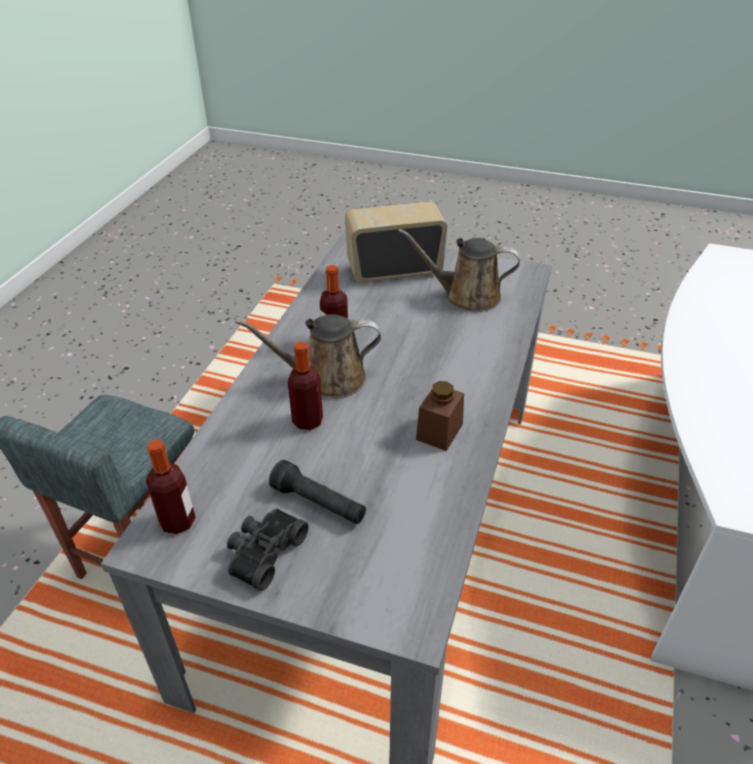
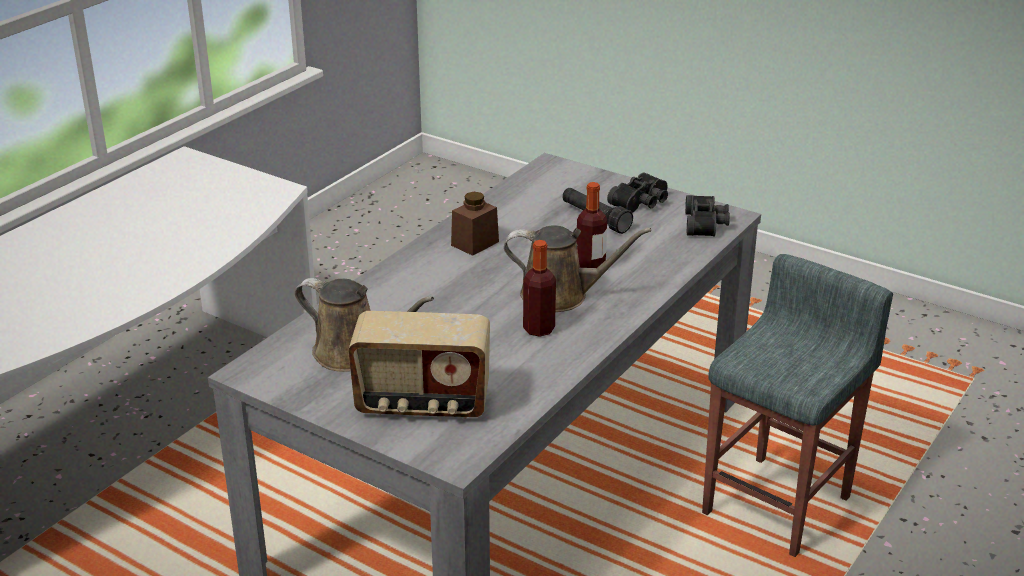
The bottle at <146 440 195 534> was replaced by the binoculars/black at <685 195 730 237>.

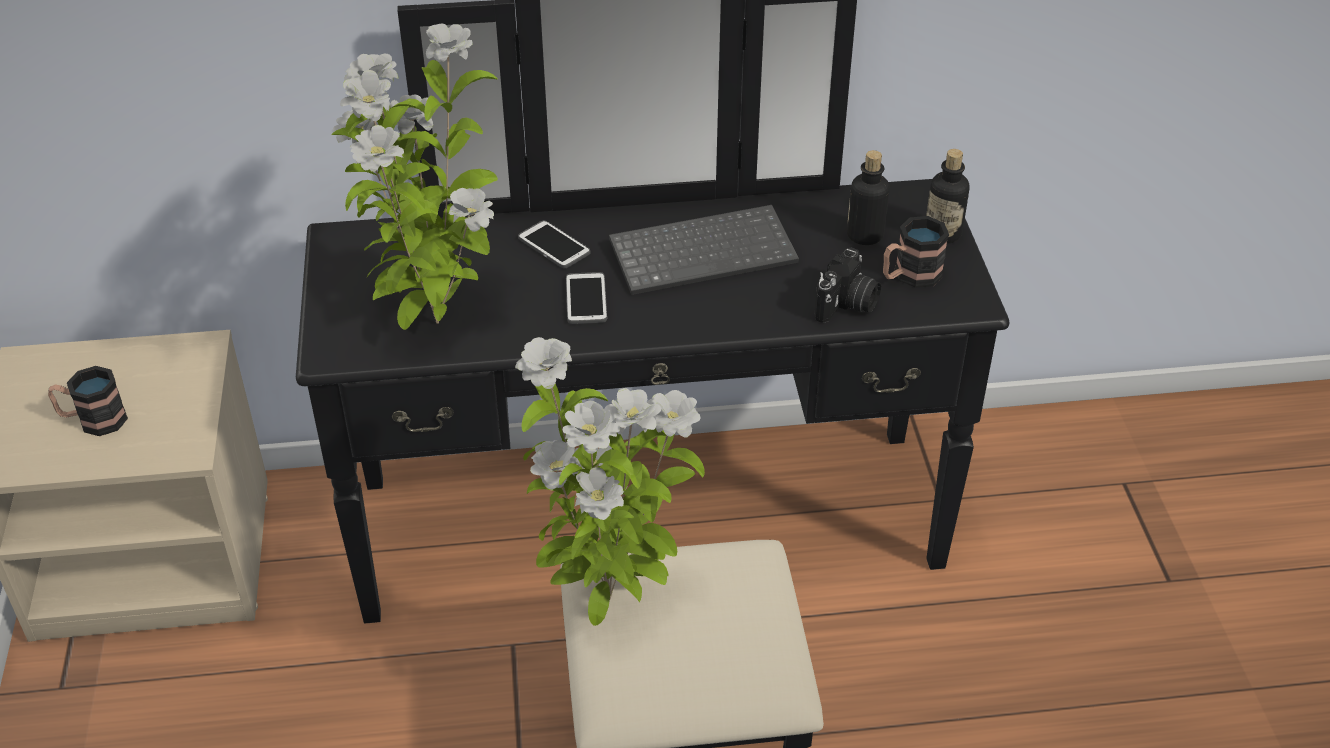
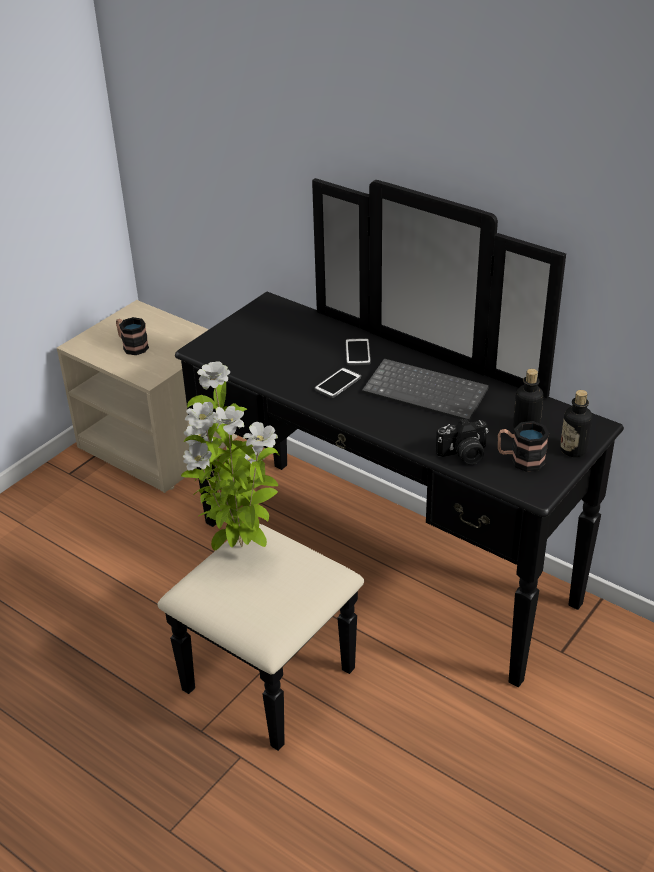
The potted plant at <331 23 498 330> disappeared.

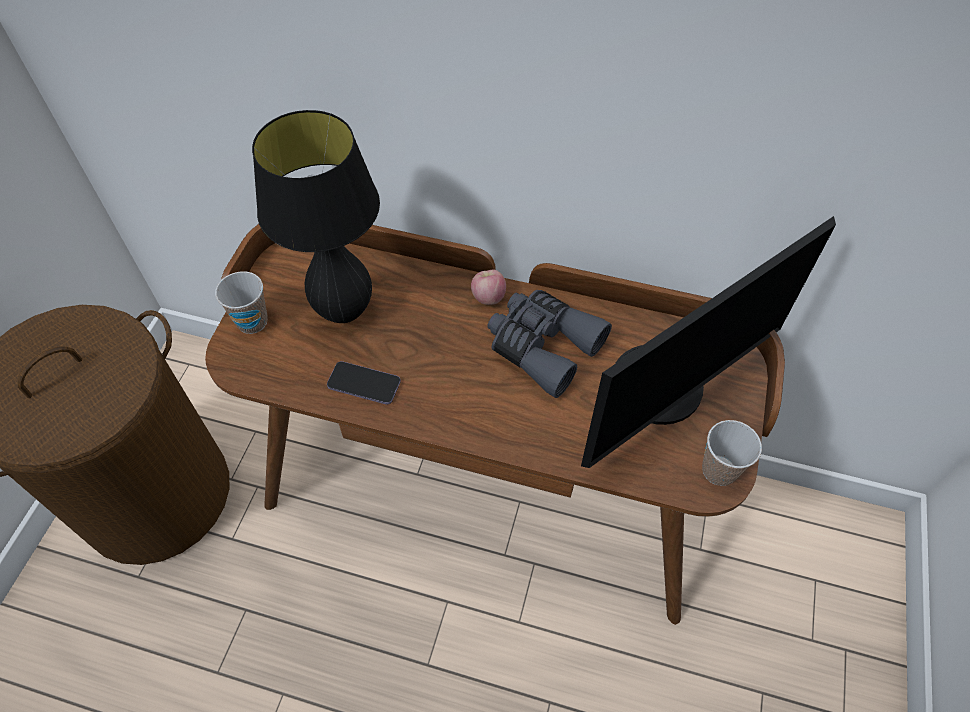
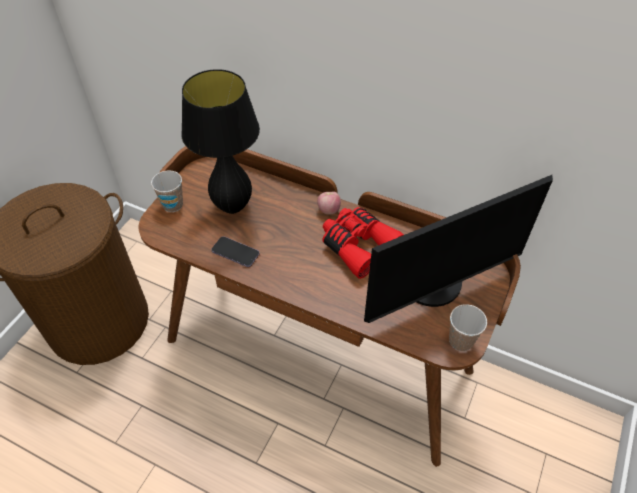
The binoculars/grey at <487 290 612 398> became the binoculars/red at <322 207 404 279>.

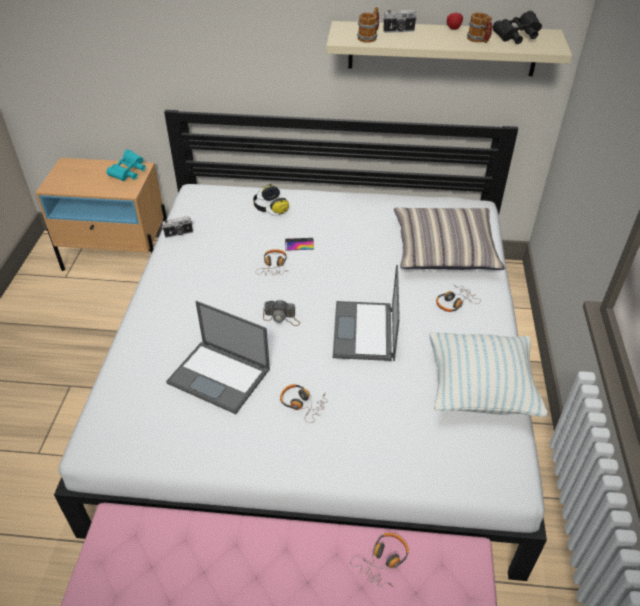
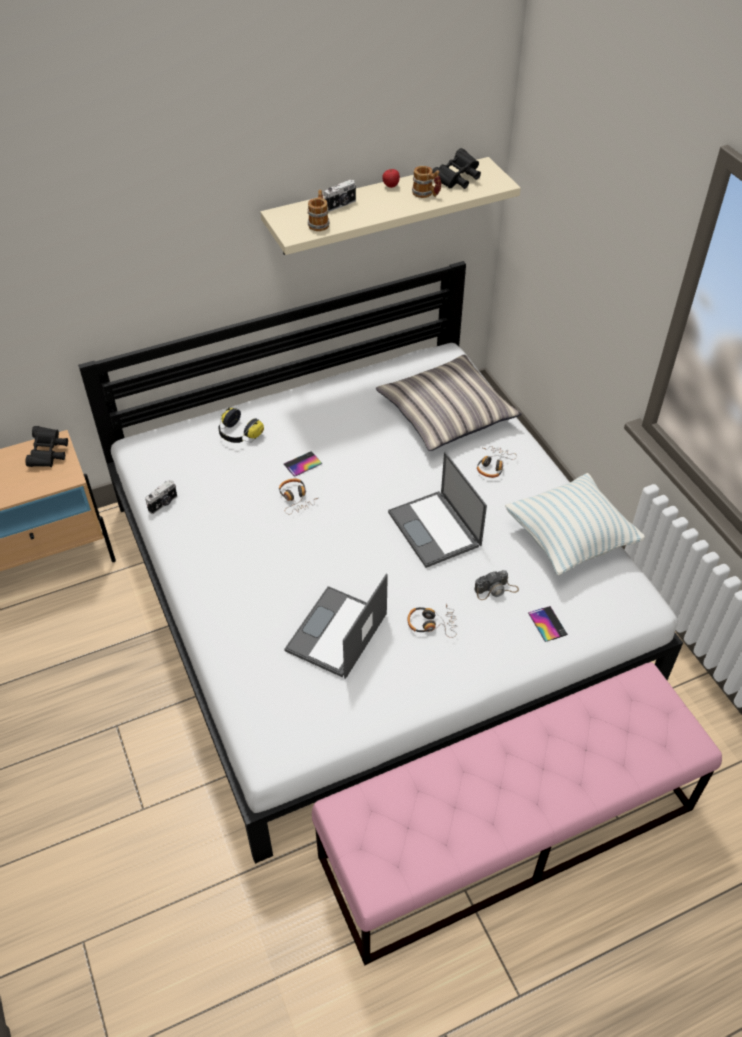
The binoculars/turquoise at <107 150 146 181> became the binoculars/black at <26 426 68 467>.
The photo camera moved from <263 300 300 326> to <474 570 519 600>.
The laptop at <166 301 270 414> turned 120 degrees clockwise.
The headphones at <350 533 409 587> disappeared.
The phone at <528 606 568 642> appeared.

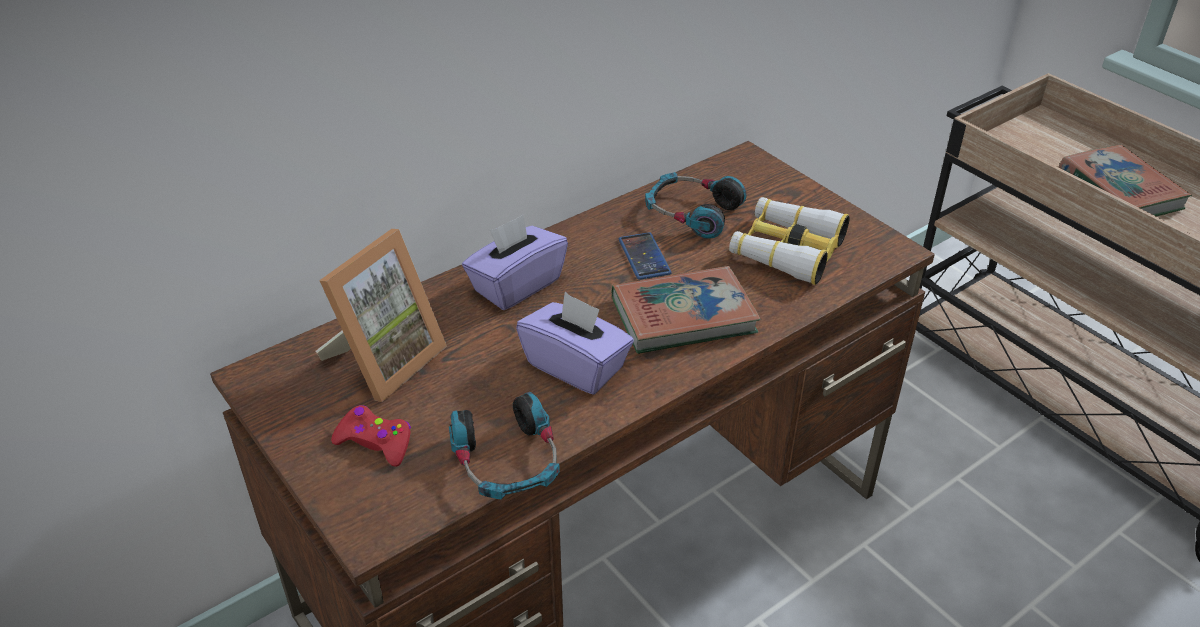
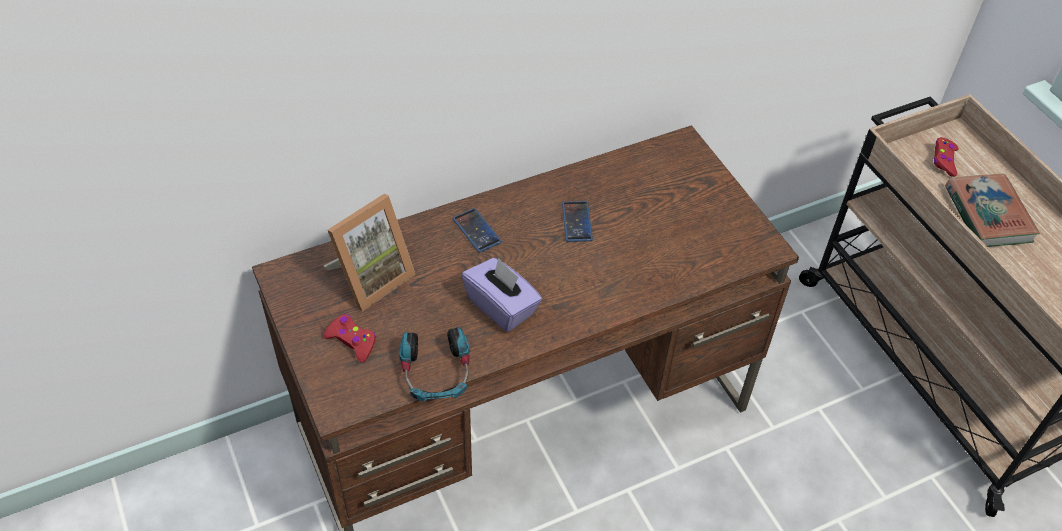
The headphones at <645 172 746 239> disappeared.
The binoculars at <729 197 849 285> disappeared.
The tissue box/purple at <462 215 568 310> was replaced by the phone at <453 208 502 253>.
The book at <612 266 760 354> disappeared.
The game controller/red at <934 137 959 177> appeared.

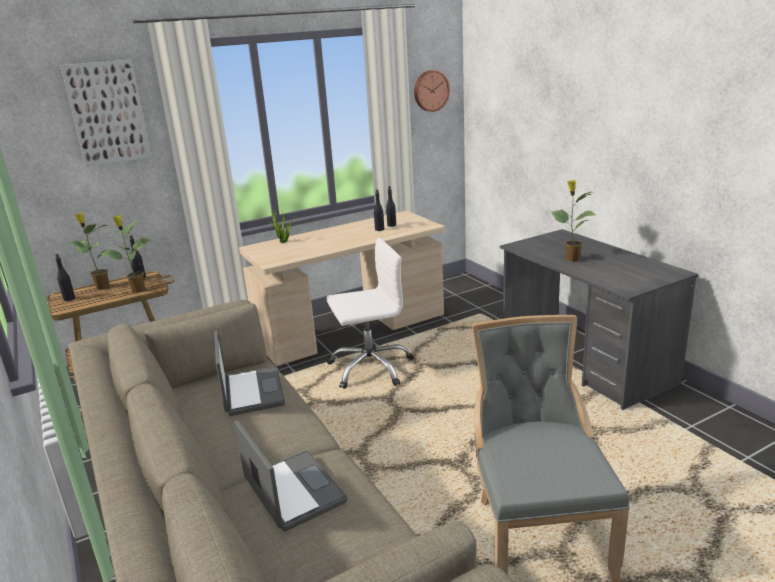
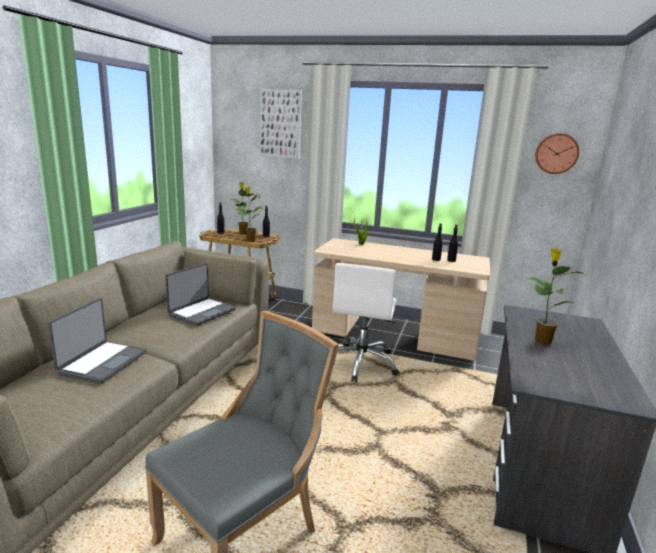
The office chair/white at <326 238 414 389> turned 75 degrees clockwise.

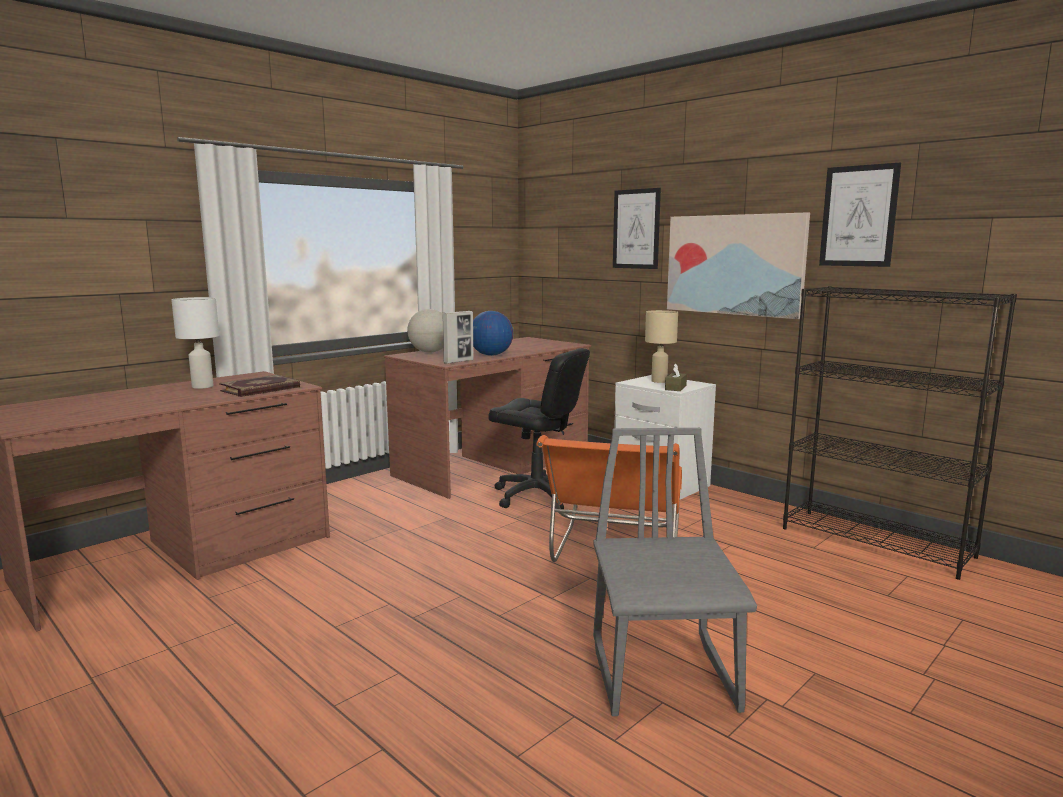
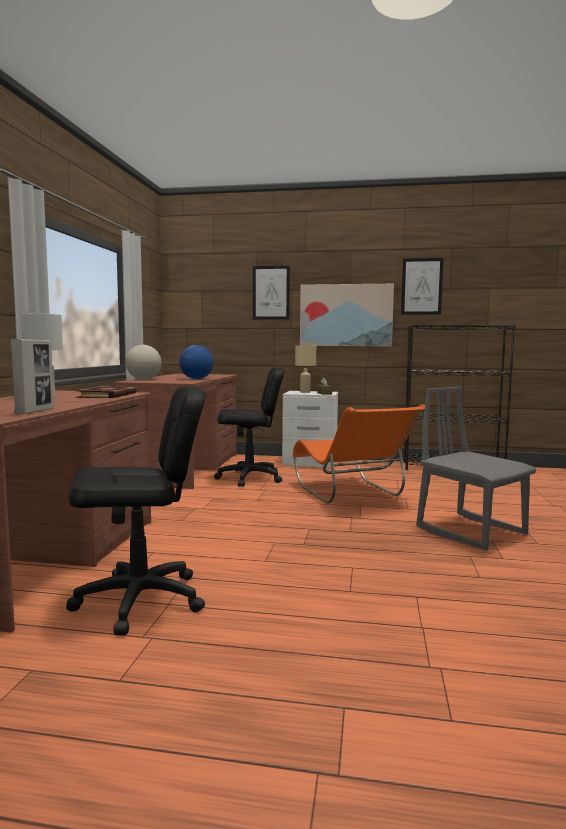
The picture frame moved from <442 311 474 364> to <11 339 54 414>.
The office chair/black at <66 386 206 635> appeared.

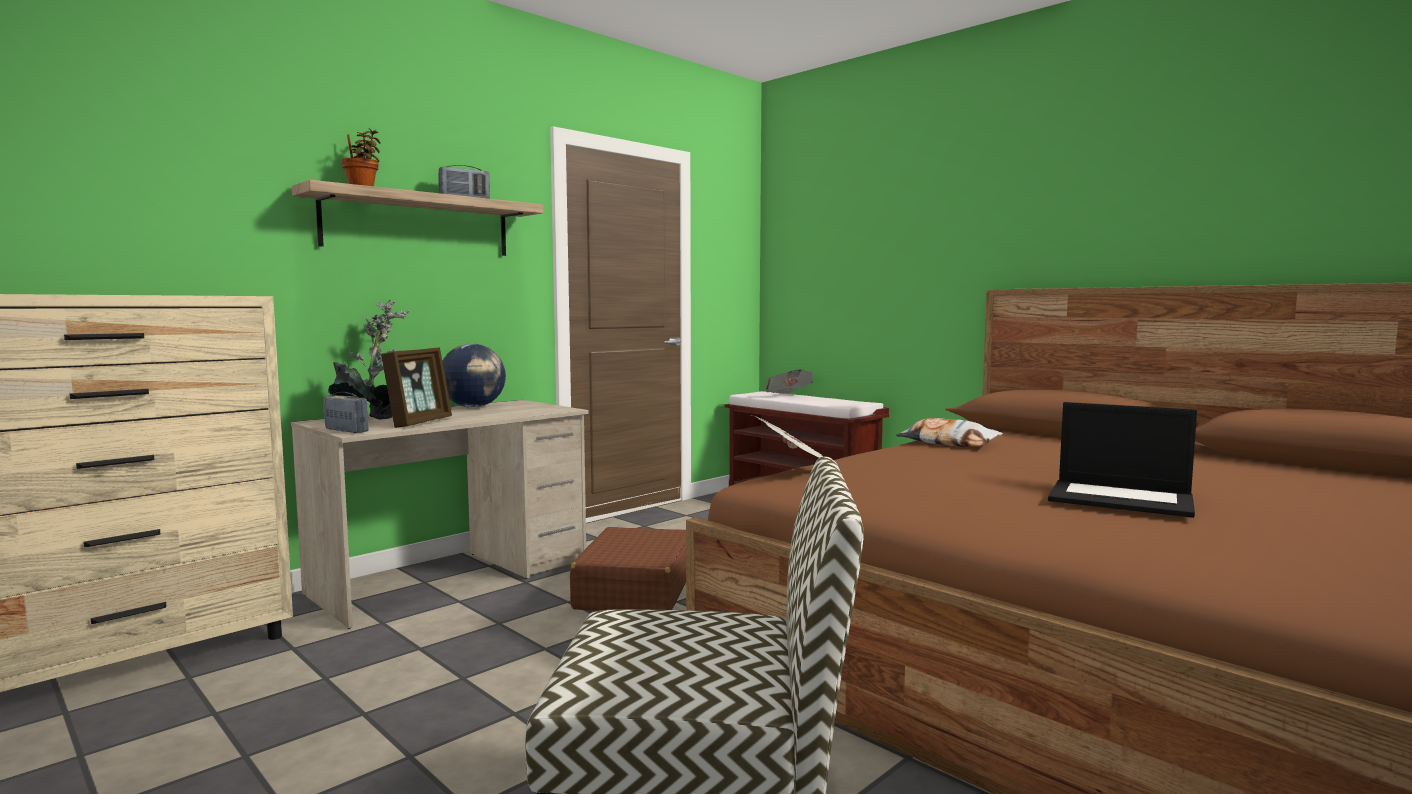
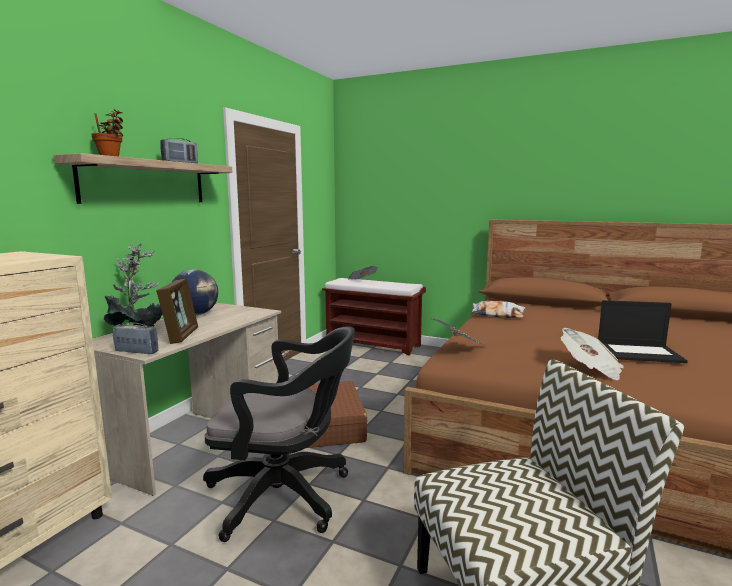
The office chair/black at <203 326 355 542> appeared.
The newspaper at <561 328 624 380> appeared.

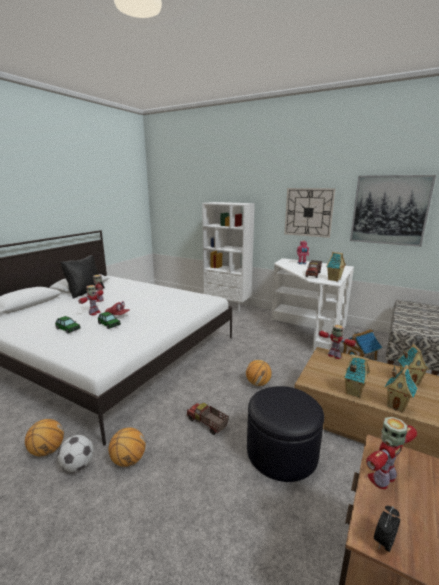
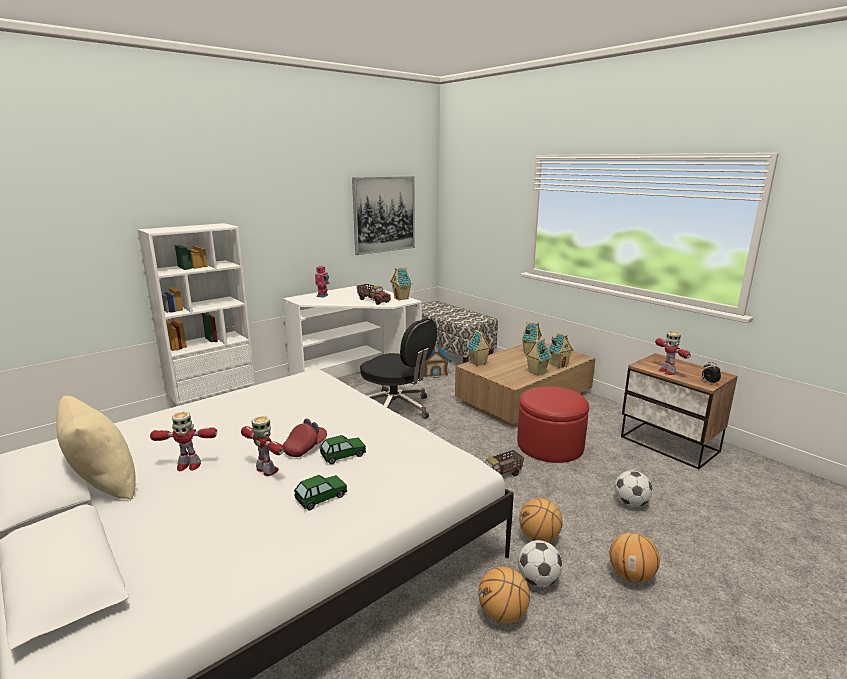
The wall clock at <284 188 335 238> disappeared.
The pillow/black at <60 255 105 299> became the pillow/beige at <56 396 136 501>.
The toy robot at <319 325 356 359> was replaced by the toy house at <467 330 491 366>.
The basketball moved from <246 360 272 386> to <609 532 660 583>.
The ottoman/black at <247 386 324 482> became the ottoman/red at <517 386 589 463>.
The office chair/black at <360 318 437 419> appeared.
The football at <615 471 653 507> appeared.

